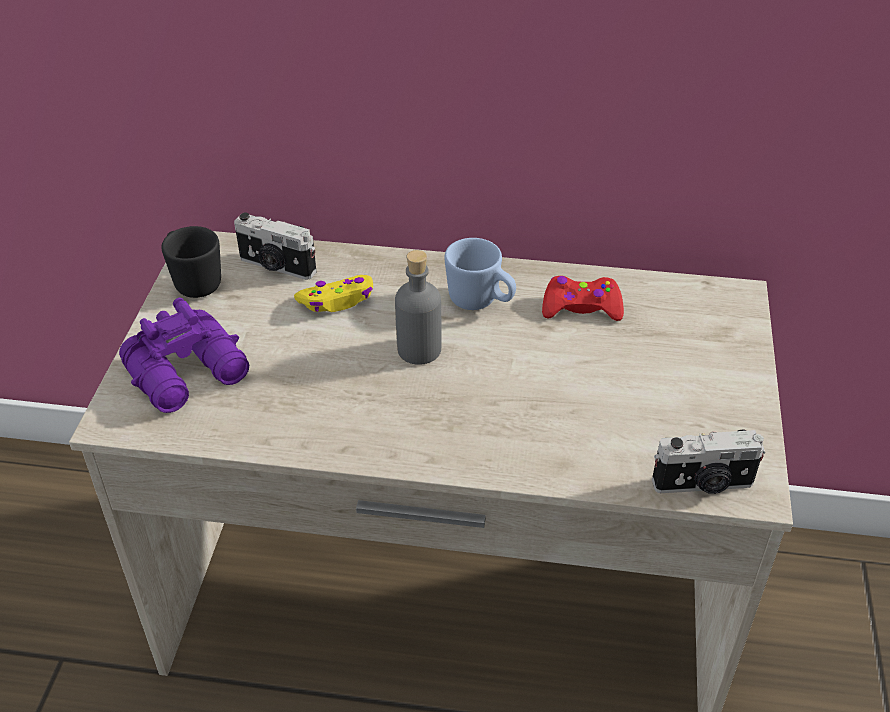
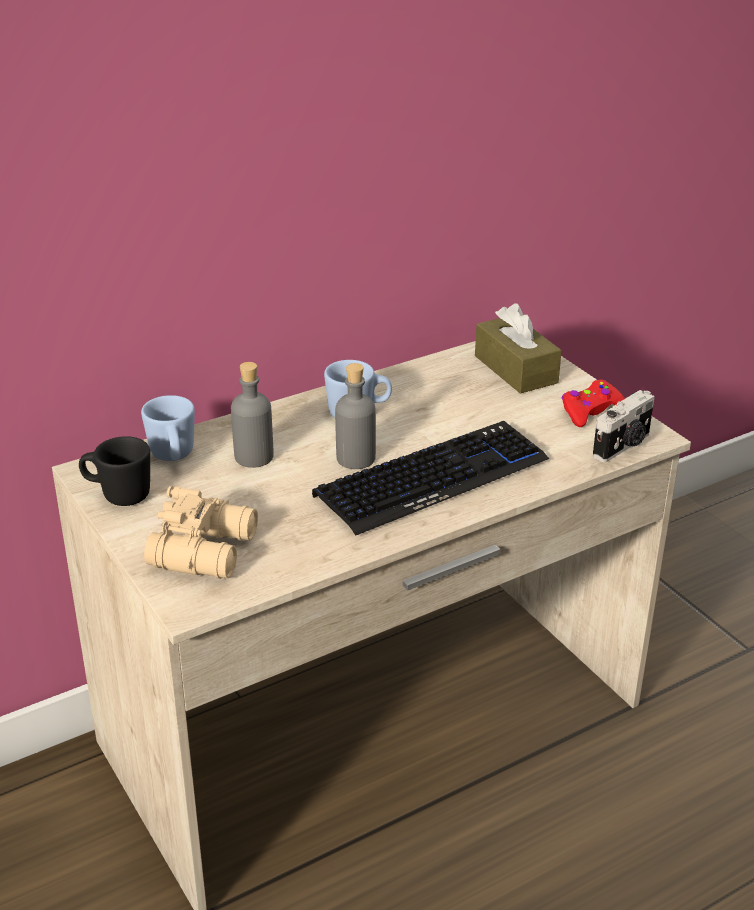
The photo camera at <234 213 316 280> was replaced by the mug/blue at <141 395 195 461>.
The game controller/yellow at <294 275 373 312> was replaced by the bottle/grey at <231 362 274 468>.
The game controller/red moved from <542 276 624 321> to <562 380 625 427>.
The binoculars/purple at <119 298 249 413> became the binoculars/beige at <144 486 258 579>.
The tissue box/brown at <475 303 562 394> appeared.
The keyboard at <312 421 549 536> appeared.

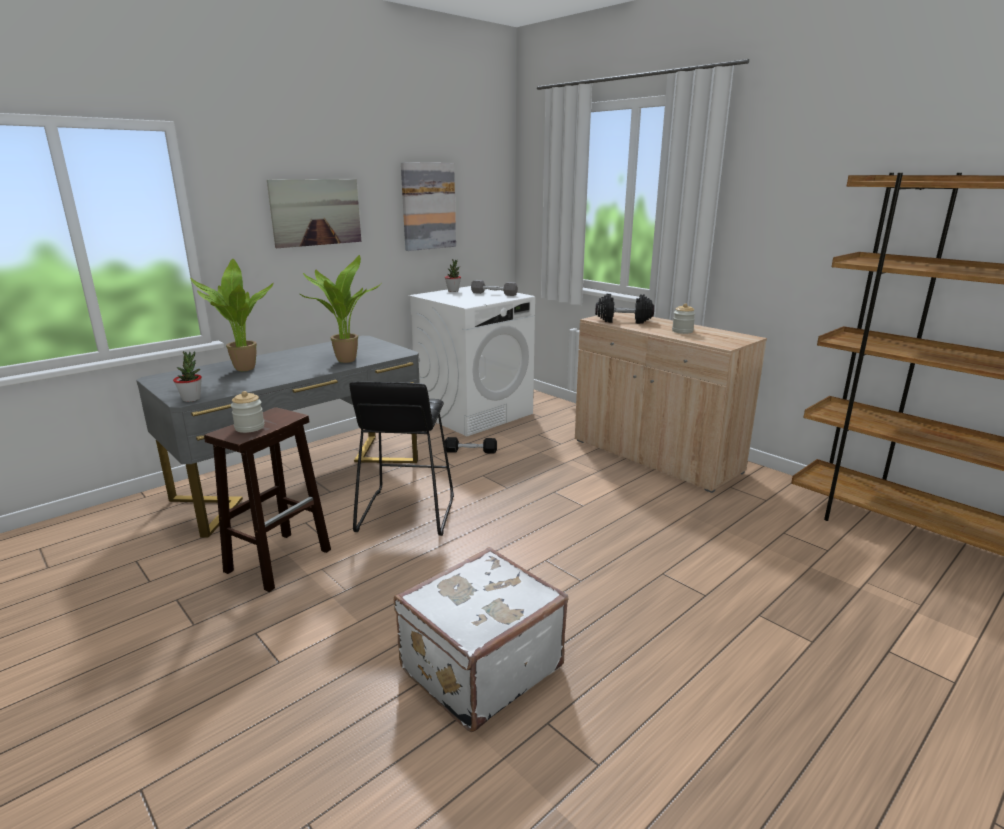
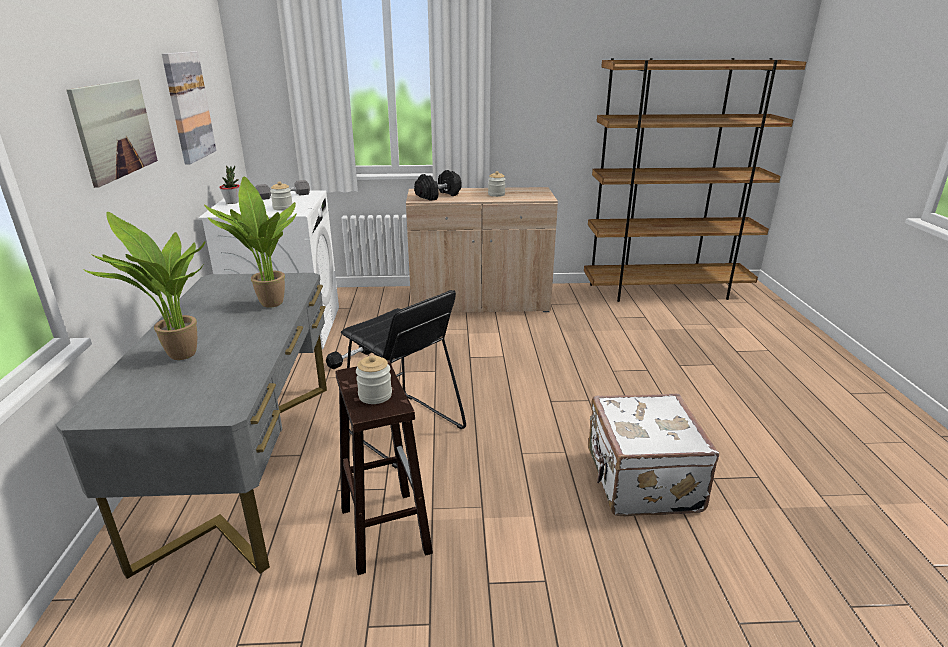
The potted plant at <173 351 202 402> disappeared.
The jar at <270 181 293 211> appeared.

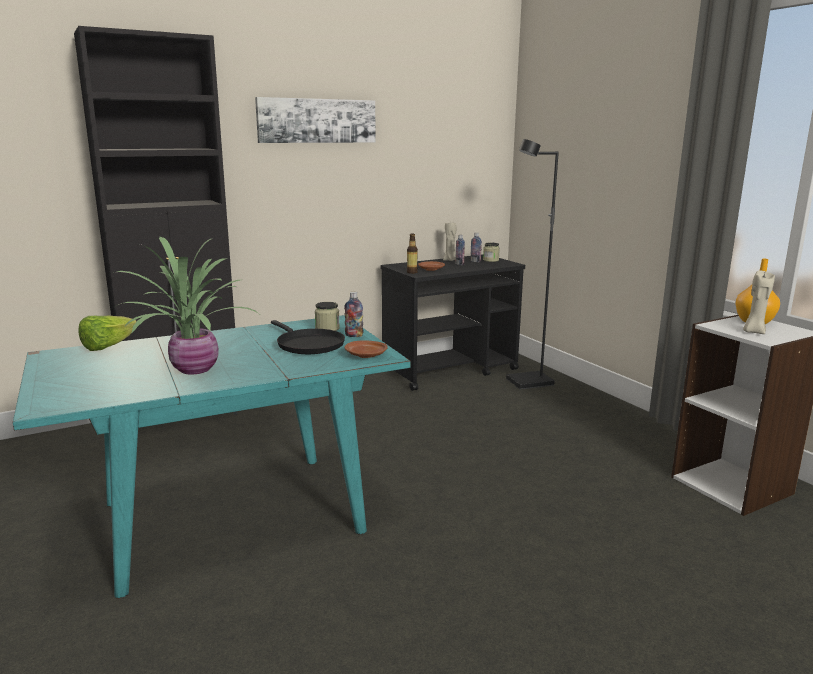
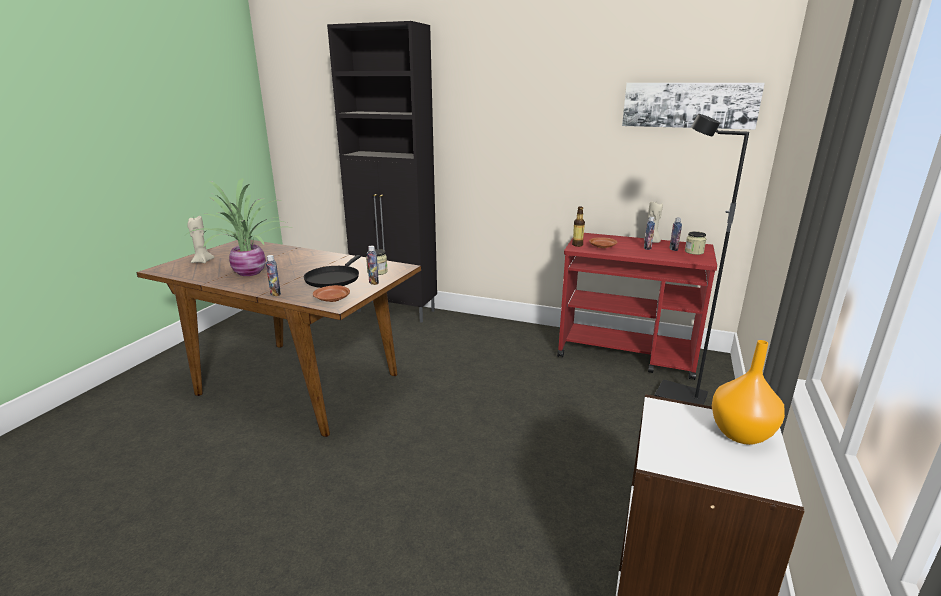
The picture moved from <255 97 376 143> to <622 83 765 130>.
The cart/black at <381 255 525 391> became the cart/red at <557 233 717 380>.
The candle/beige moved from <743 271 775 334> to <187 216 214 263>.
The dining table/turquoise at <13 315 411 598> became the dining table/brown at <136 239 421 437>.
The lettuce at <78 316 137 351> disappeared.
The bottle at <266 255 281 297> appeared.

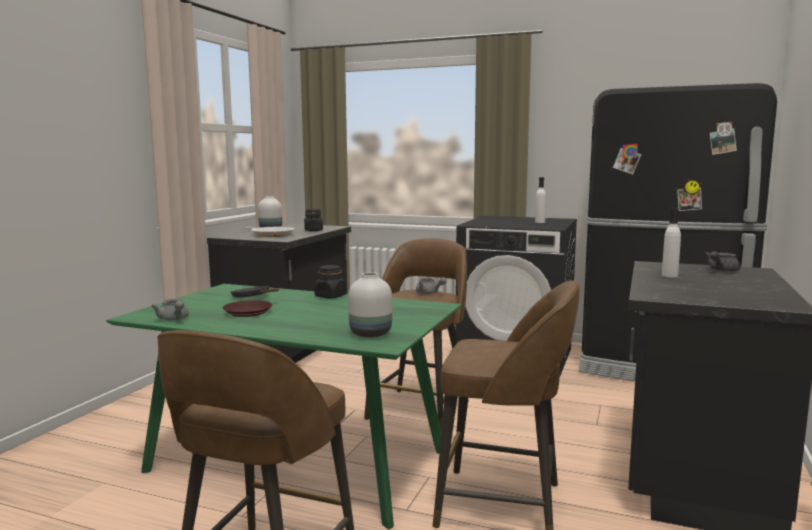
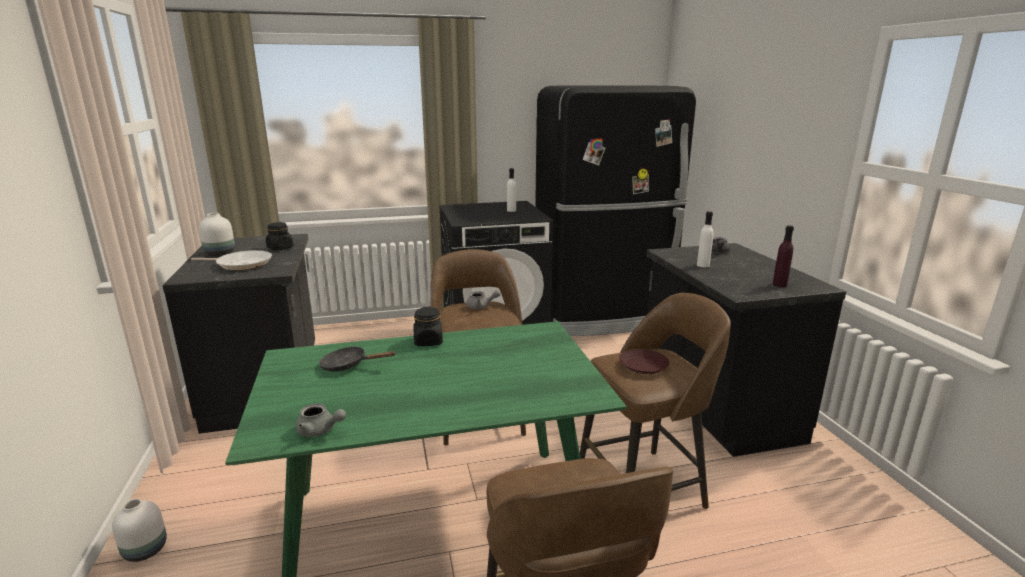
The vase/white moved from <348 272 392 337> to <112 499 167 562>.
The plate/brown moved from <223 300 272 317> to <619 349 669 374>.
The bottle/purple at <773 225 794 287> appeared.

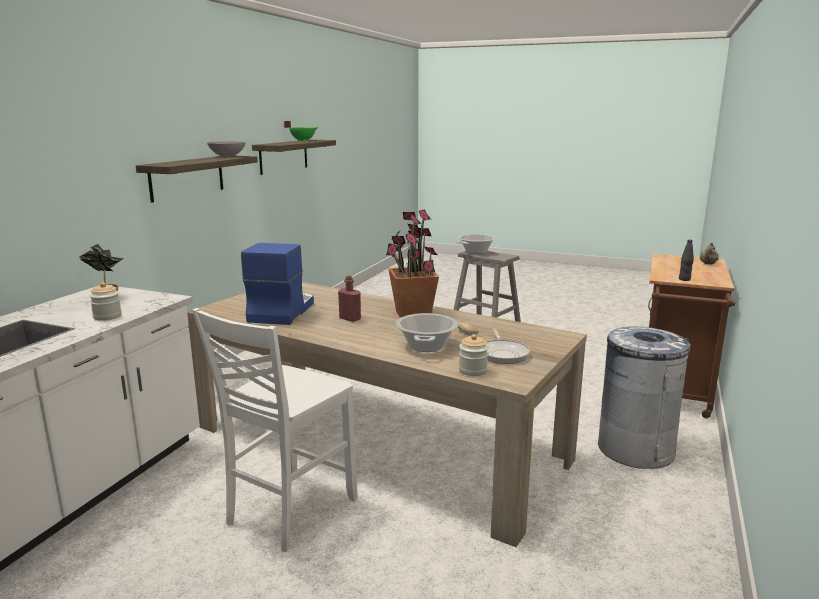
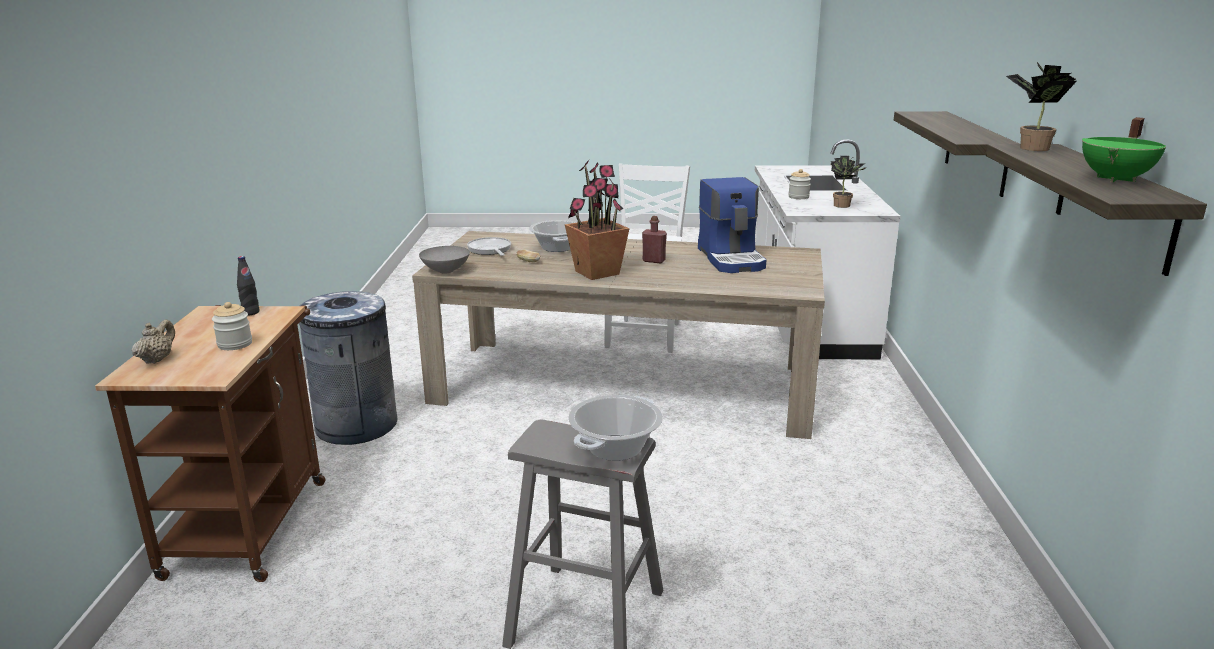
The bowl/grey moved from <207 142 246 157> to <419 246 470 274>.
The jar moved from <459 334 488 376> to <212 302 252 350>.
The potted plant at <1006 62 1076 151> appeared.

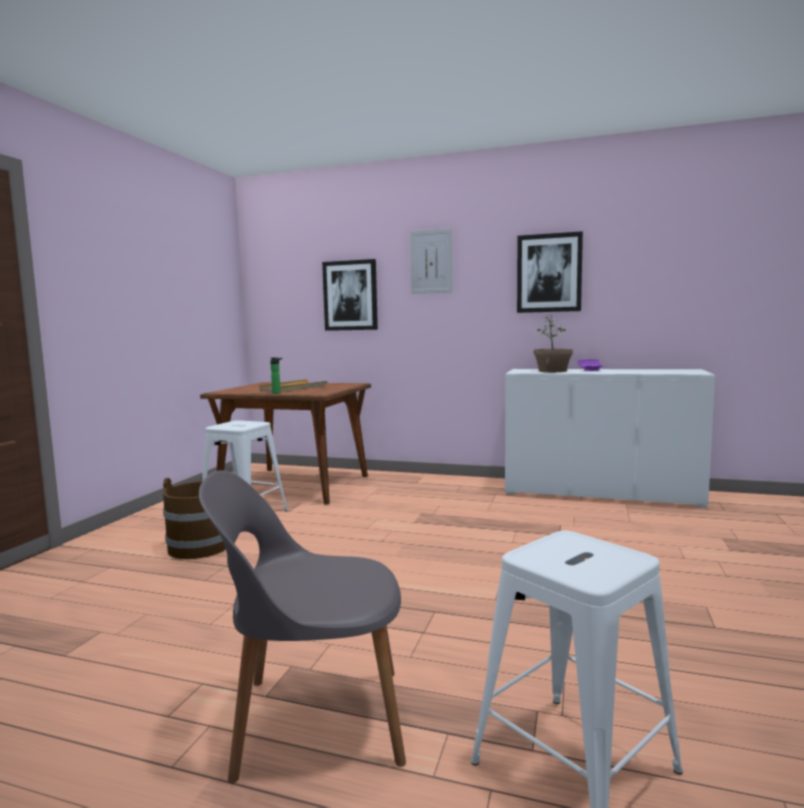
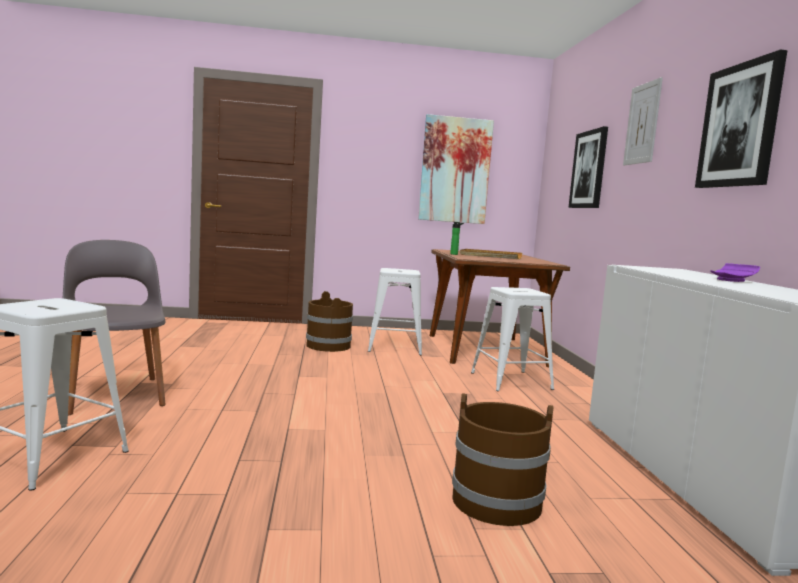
The potted plant at <534 314 573 372> disappeared.
The picture at <418 114 494 224> appeared.
The stool/white at <471 287 554 391> appeared.
The bucket/brown at <452 393 553 526> appeared.

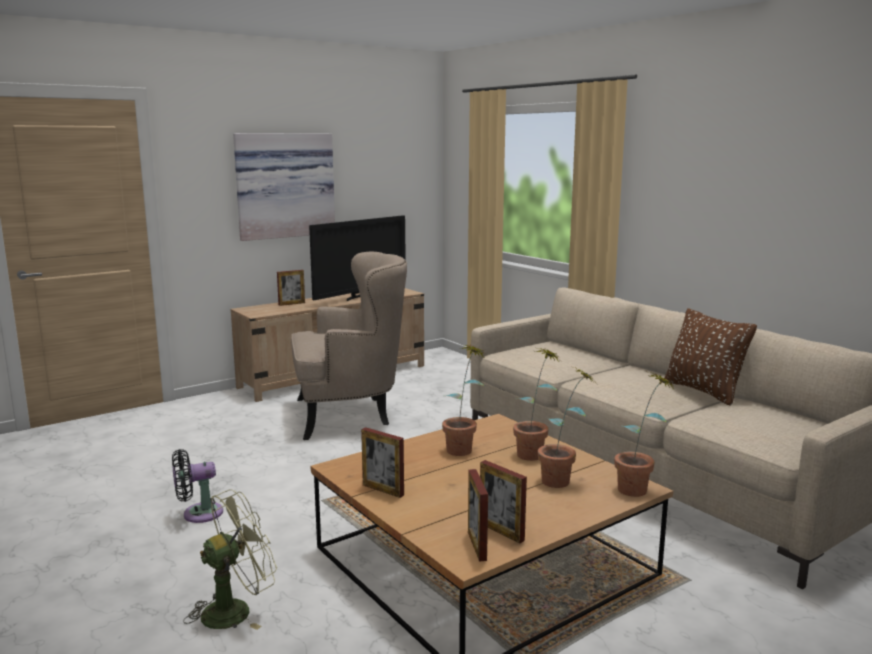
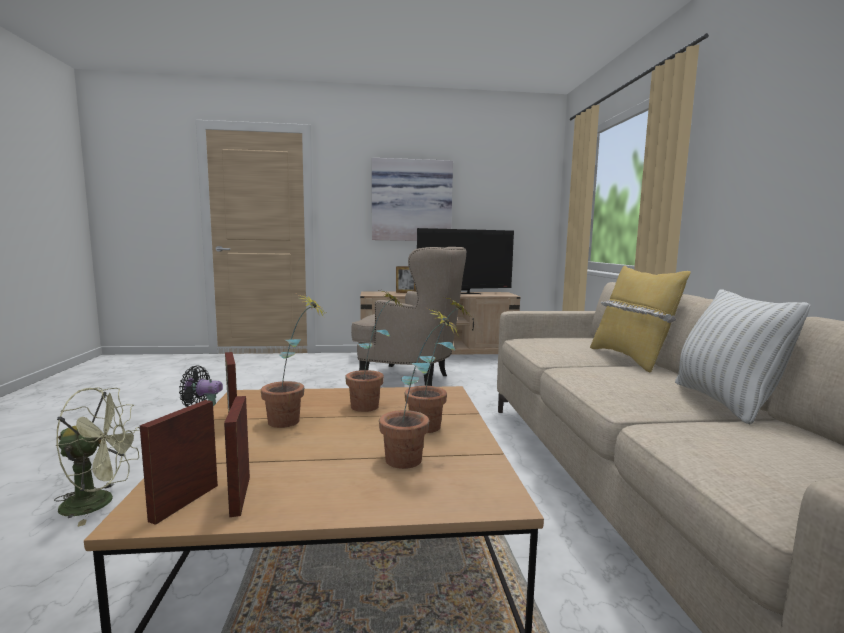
The pillow/brown at <664 308 757 406> became the pillow/white at <675 289 810 424>.
The potted plant moved from <614 372 675 497> to <261 294 325 428>.
The pillow/yellow at <590 265 691 373> appeared.

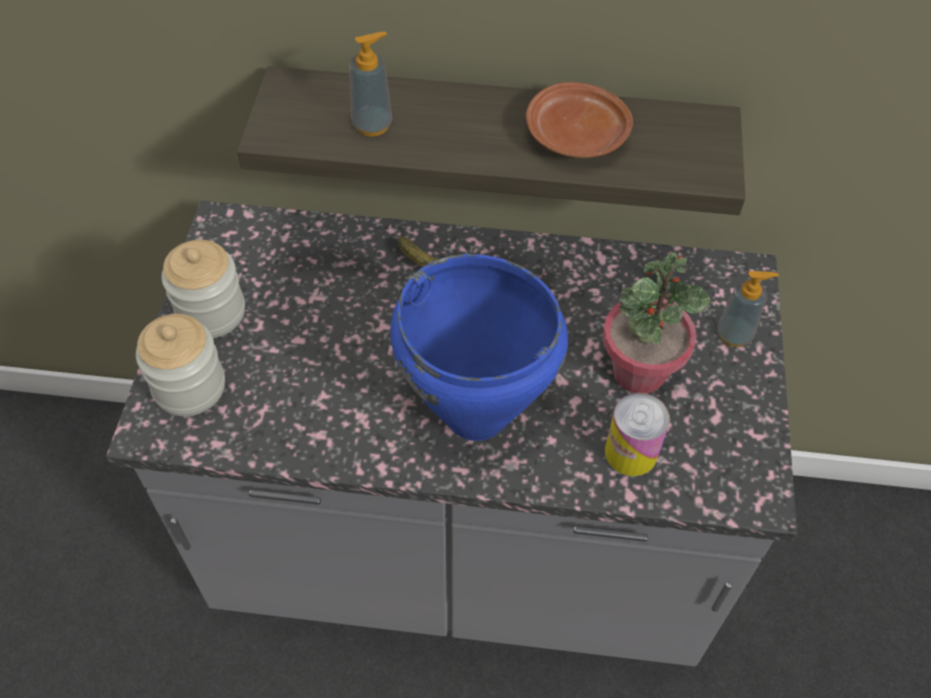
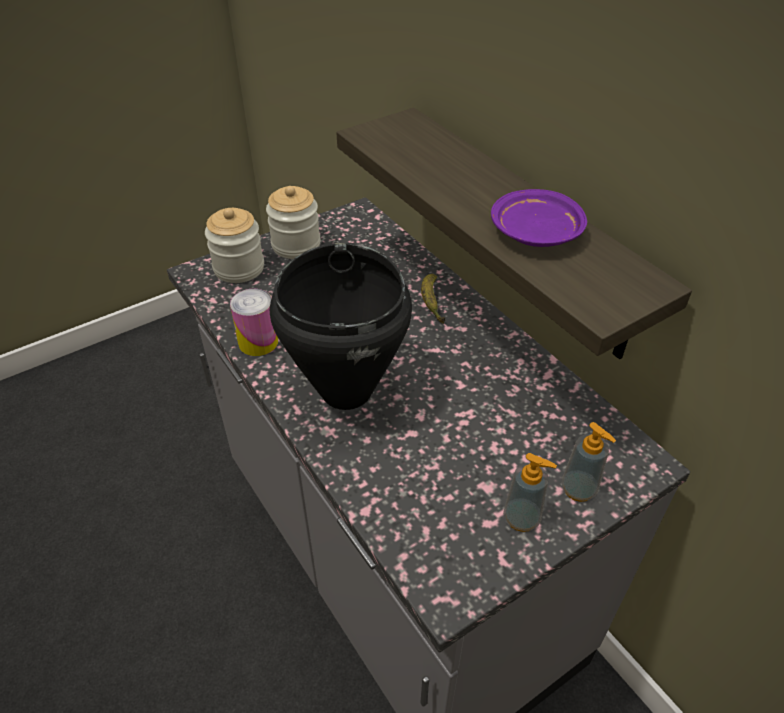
The soap dispenser moved from <349 32 393 137> to <503 453 557 532>.
The plate/brown at <526 82 633 158> became the plate/purple at <491 189 587 247>.
The potted plant at <603 252 711 394> disappeared.
The cooking pot/blue at <390 254 568 441> became the cooking pot/black at <270 243 412 410>.
The can moved from <605 393 670 476> to <230 289 278 356>.

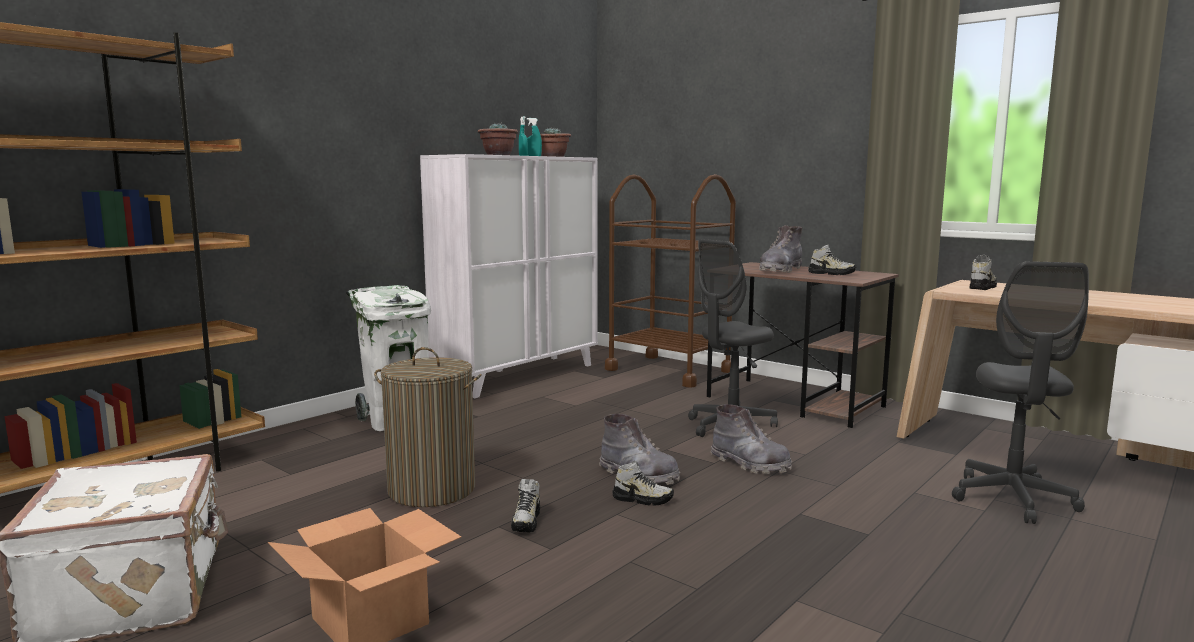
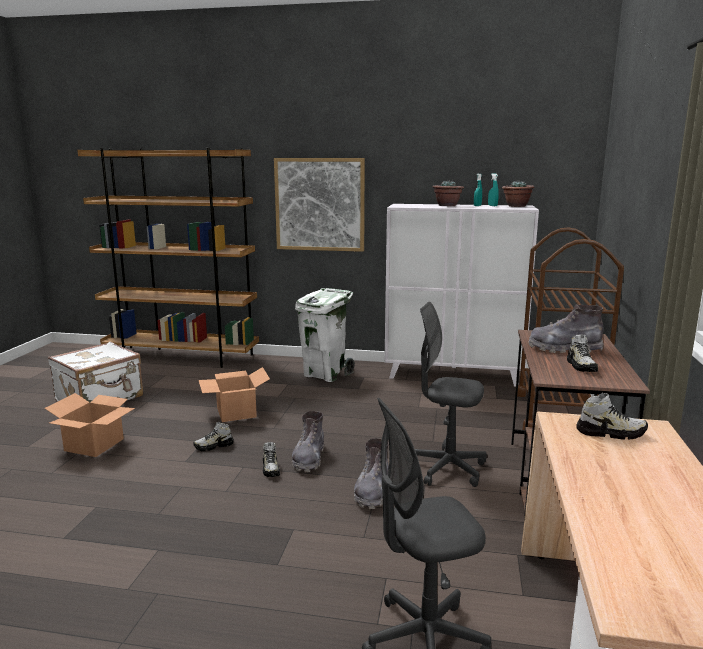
The laundry basket at <374 347 482 507> was replaced by the cardboard box at <198 367 270 422>.
The picture at <274 158 365 252> appeared.

